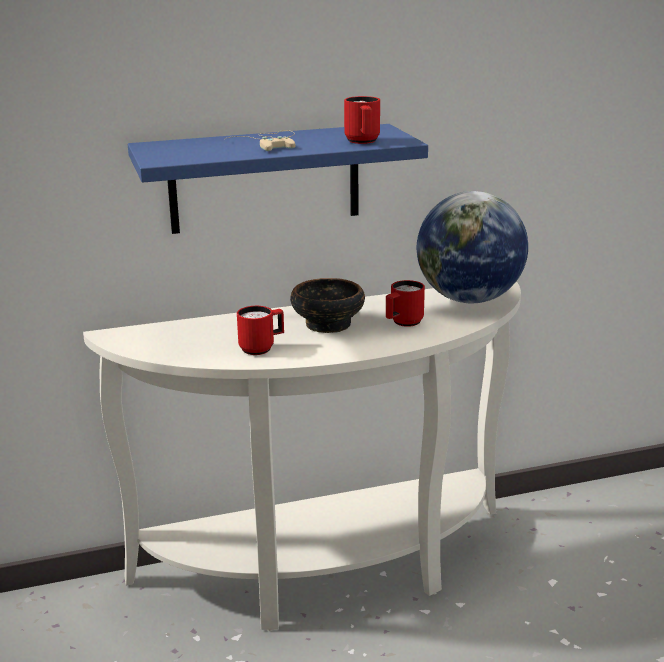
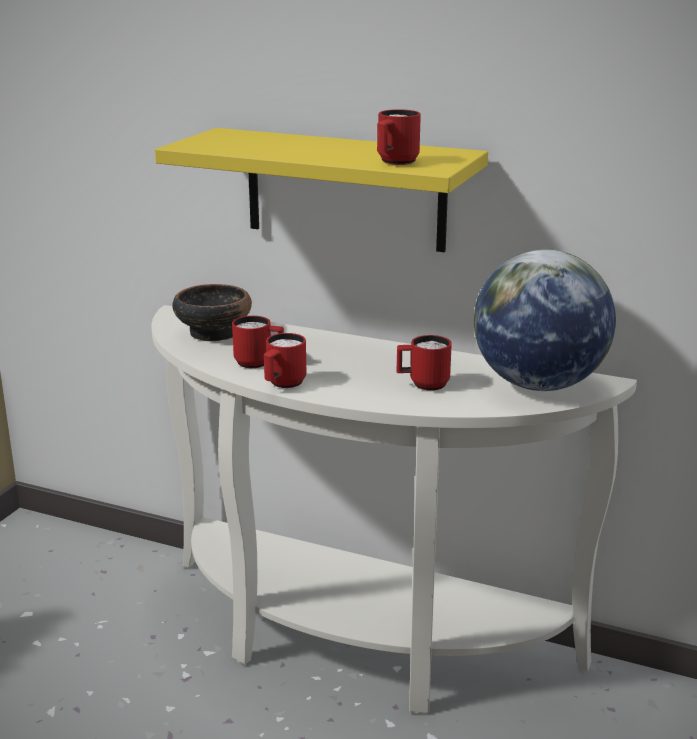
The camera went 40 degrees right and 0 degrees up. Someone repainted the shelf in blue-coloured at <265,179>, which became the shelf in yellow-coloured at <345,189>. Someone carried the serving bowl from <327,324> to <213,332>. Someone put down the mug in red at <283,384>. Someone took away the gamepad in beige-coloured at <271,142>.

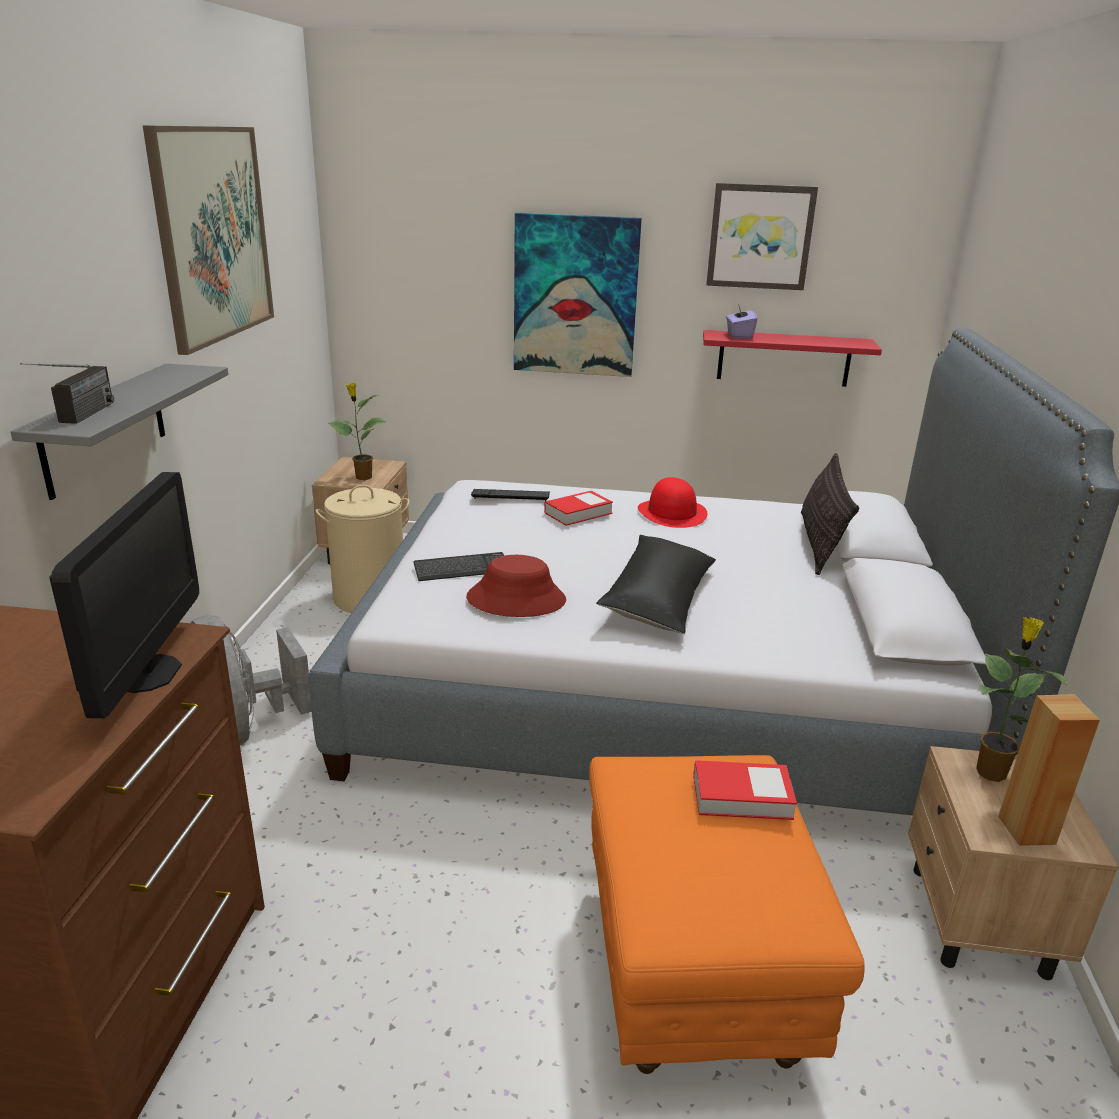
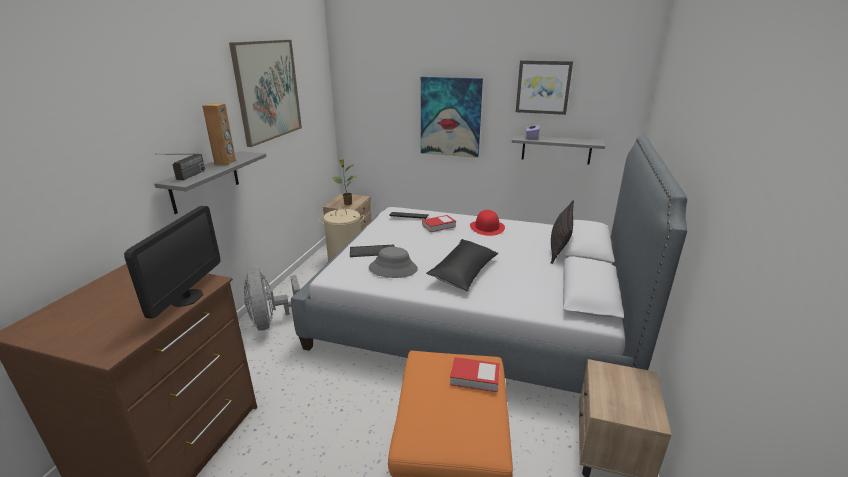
The camera went 10 degrees right and 0 degrees up. Someone carried the audio speaker in brownish from <1027,830> to <225,162>. Someone repainted the wearable hat in red at <516,599>, which became the wearable hat in greyish at <393,268>. Someone repainted the shelf in red at <784,358>, which became the shelf in greyish at <556,149>. Someone took away the houseplant at <990,771>.

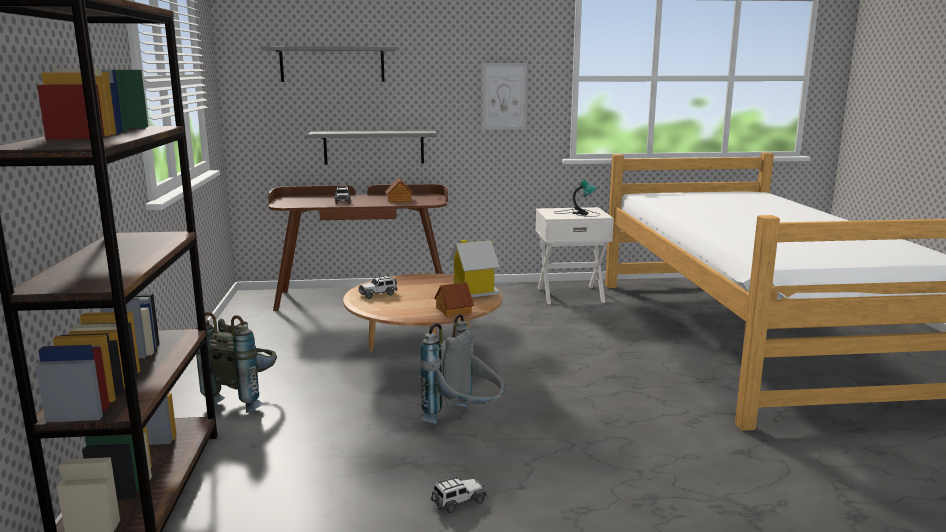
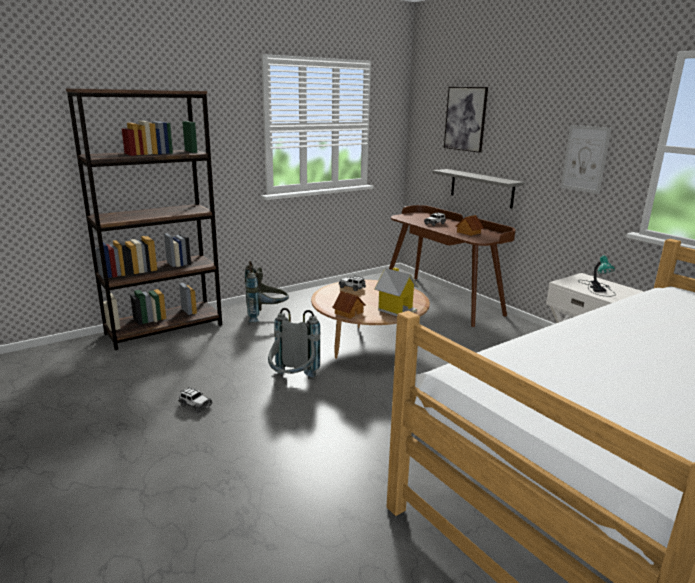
The camera went 60 degrees right and 5 degrees up. Someone swapped the shelf in greyish at <332,64> for the wall picture at <465,119>.

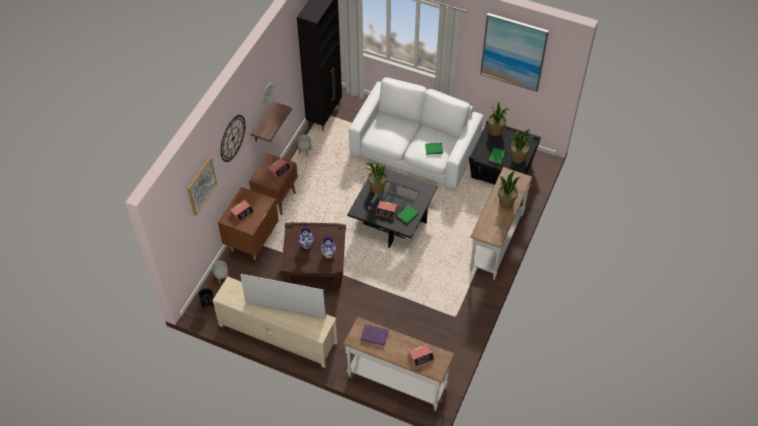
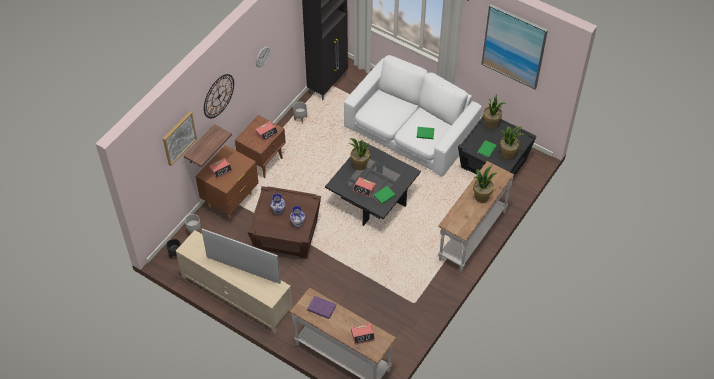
The camera went 10 degrees right and 0 degrees up. Someone carried the shelf from <262,123> to <200,145>.

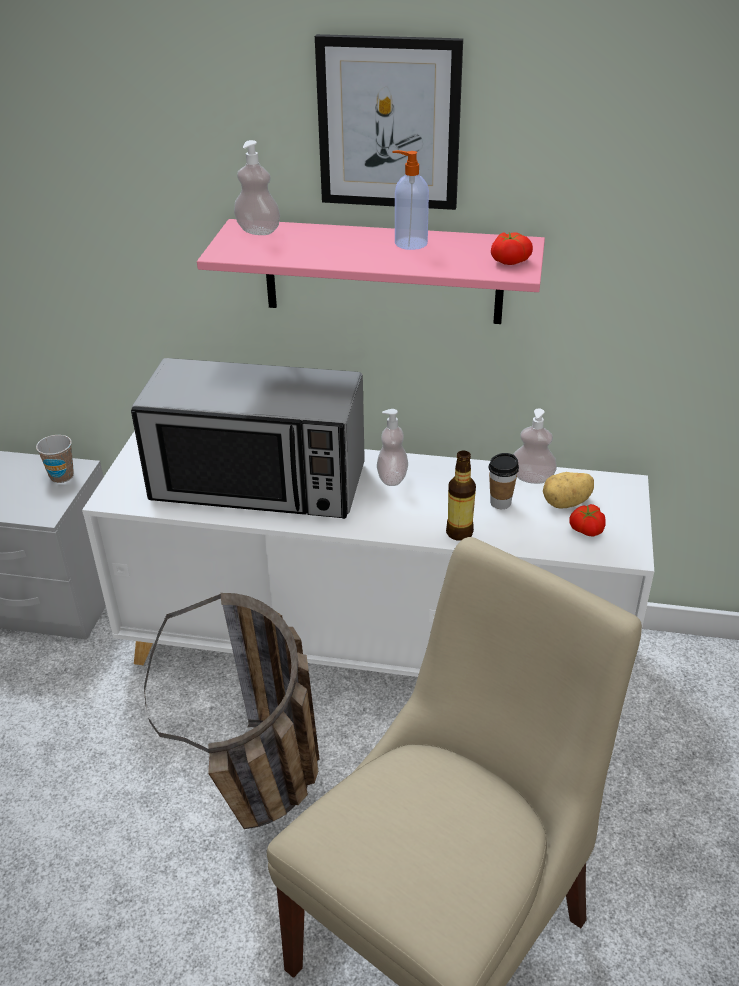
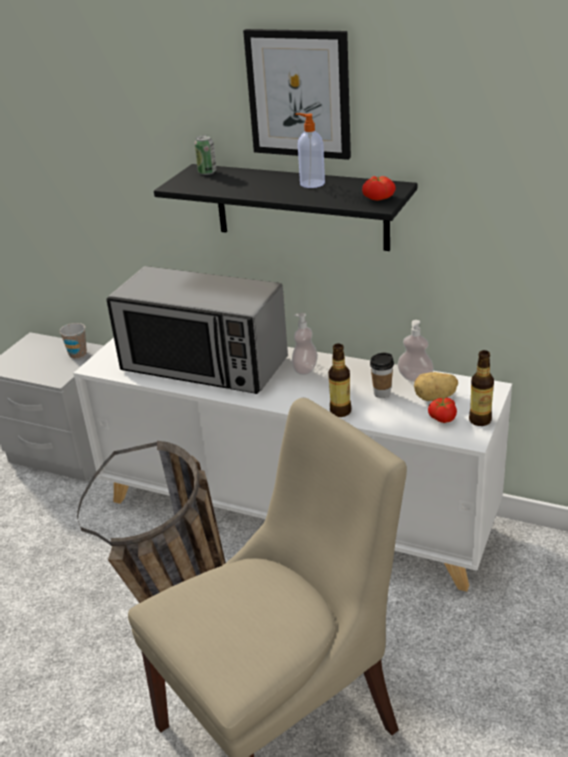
The camera went 15 degrees right and 5 degrees down. Someone repainted the shelf in pink at <383,272>, which became the shelf in blackish at <301,207>. Someone swapped the soap dispenser at <258,231> for the can at <207,172>. Someone put down the drink bottle at <480,420>.

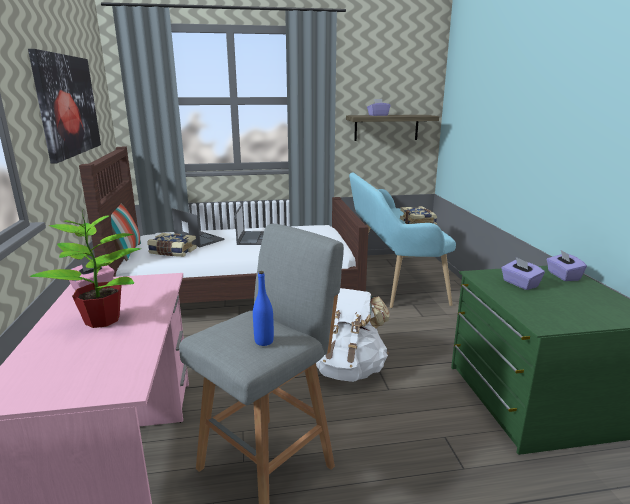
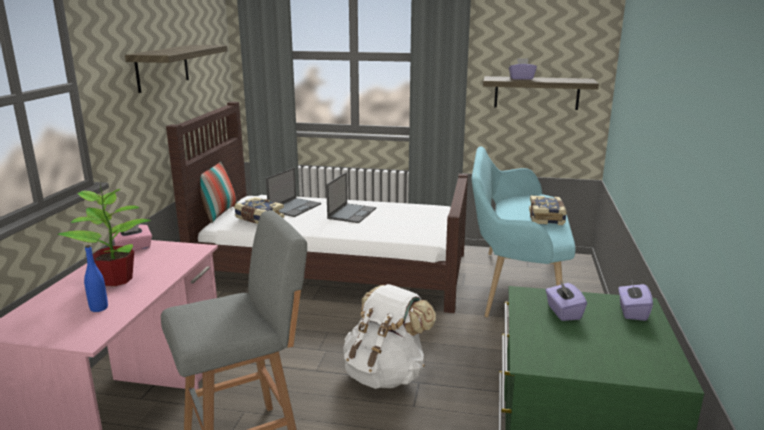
The camera went 20 degrees right and 0 degrees up. Someone carried the drink bottle in blue-coloured from <264,341> to <99,308>. Someone swapped the wall picture at <68,105> for the shelf at <162,67>. Someone rotated the notebook computer at <199,239> by 60 degrees clockwise.

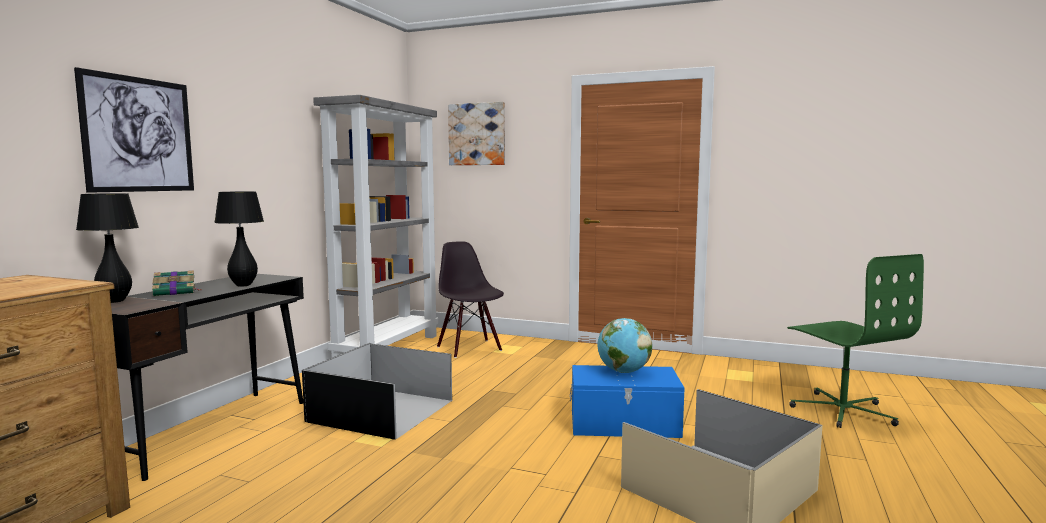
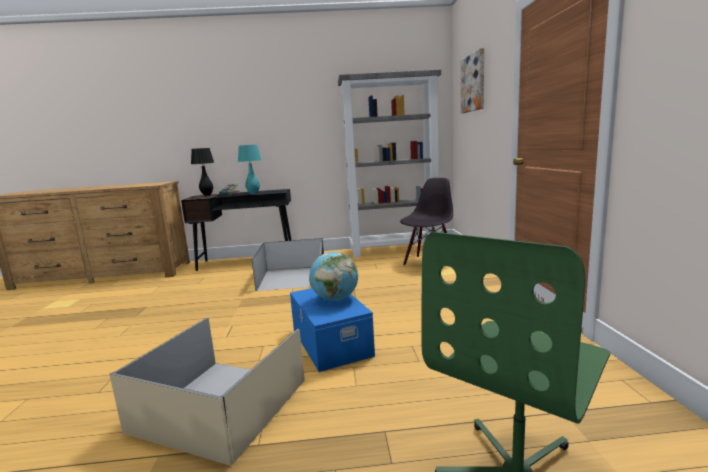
The camera went 65 degrees right and 5 degrees up. Someone repainted the lamp for a table in blackish at <243,285>, which became the lamp for a table in blue-green at <253,194>. Someone took away the wall picture at <139,134>.

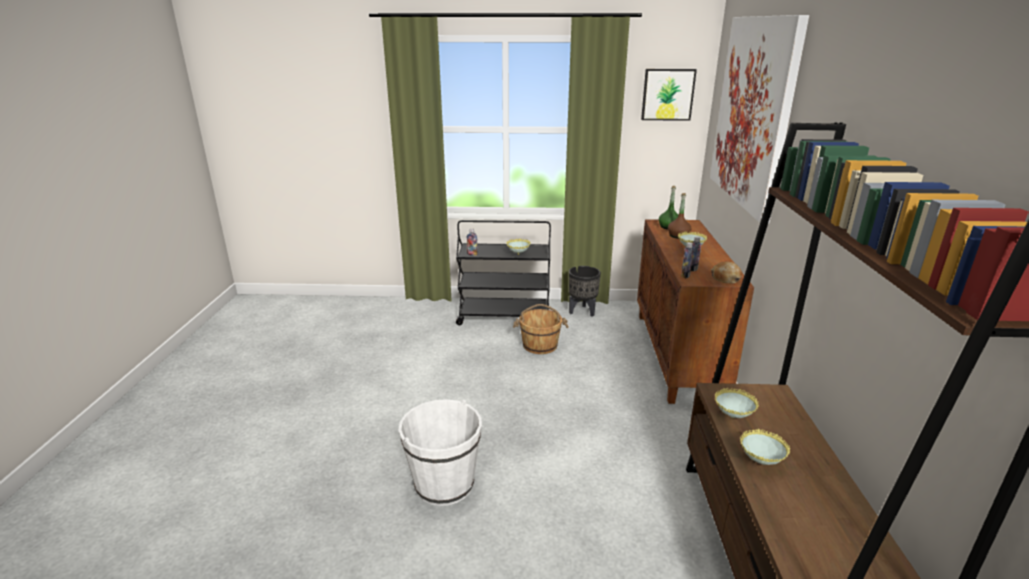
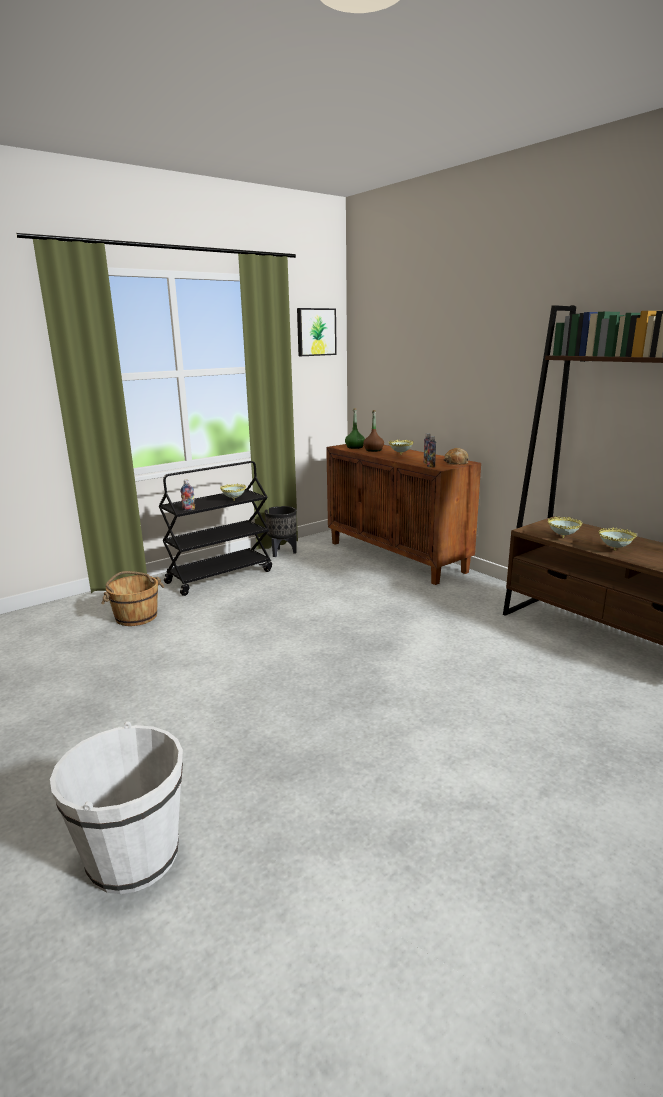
The camera went 40 degrees left and 5 degrees down. Someone carried the pail in white-coloured from <444,484> to <134,856>. Someone carried the pail in brownish from <540,345> to <136,616>. Someone took away the wall picture at <754,112>.

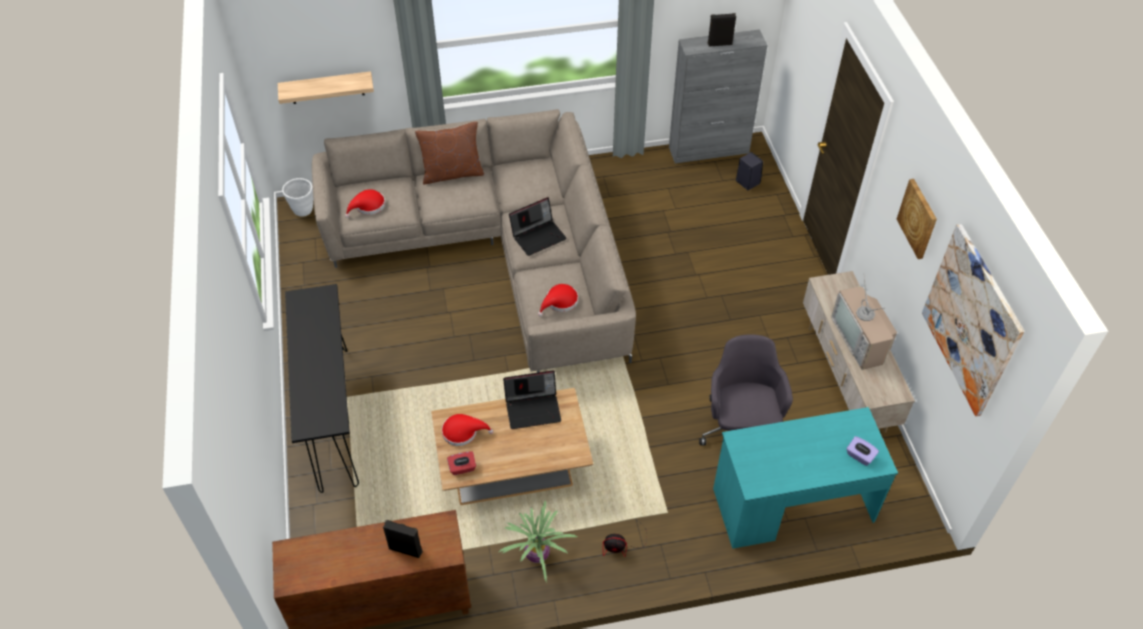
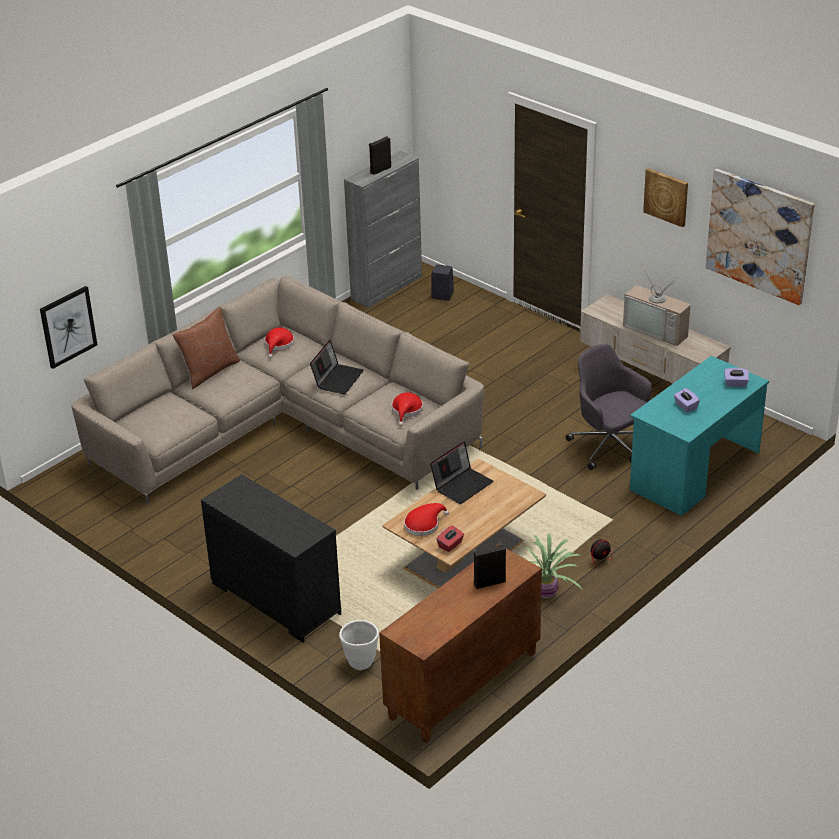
The camera went 35 degrees left and 15 degrees down. Someone swapped the shelf at <326,88> for the wall picture at <68,326>. Someone swapped the narrow table in blackish at <333,418> for the dresser in blackish at <274,599>. Someone carried the wearable hat in red from <368,206> to <278,345>. Someone carried the plant pot in white-coloured from <303,210> to <360,662>. Someone put down the tissue holder in purple-coloured at <685,406>.

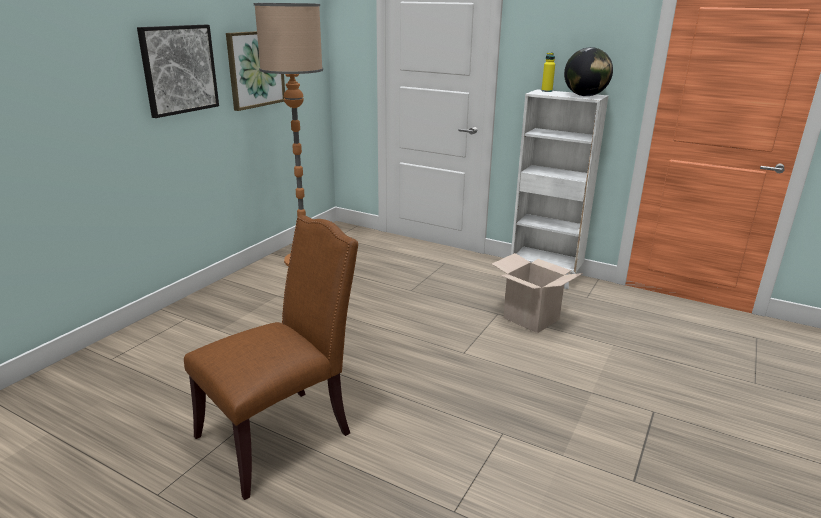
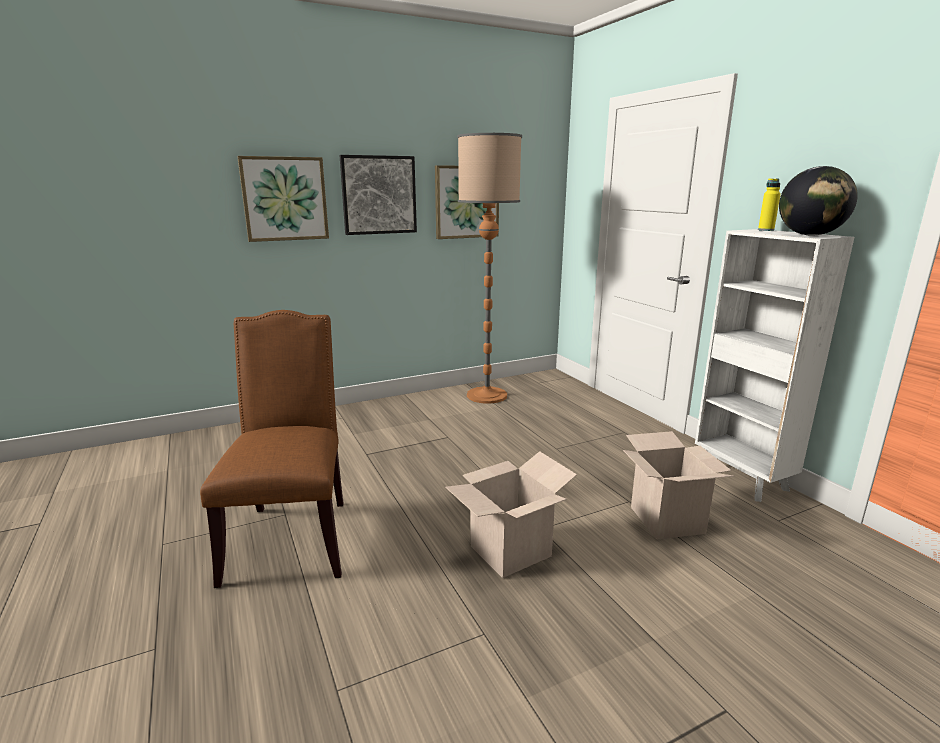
The camera went 35 degrees right and 5 degrees down. Someone rotated the plain chair in brownish at <281,434> by 90 degrees counterclockwise. Someone put up the wall picture at <284,199>. Someone put down the cardboard box at <510,551>.

